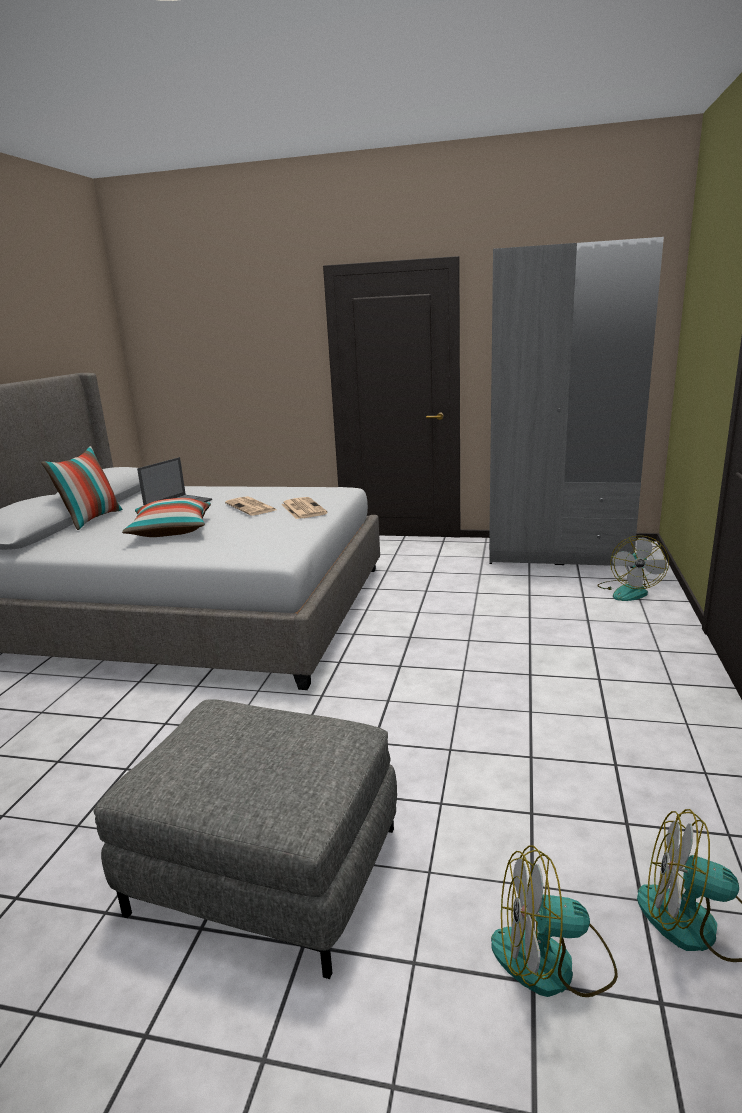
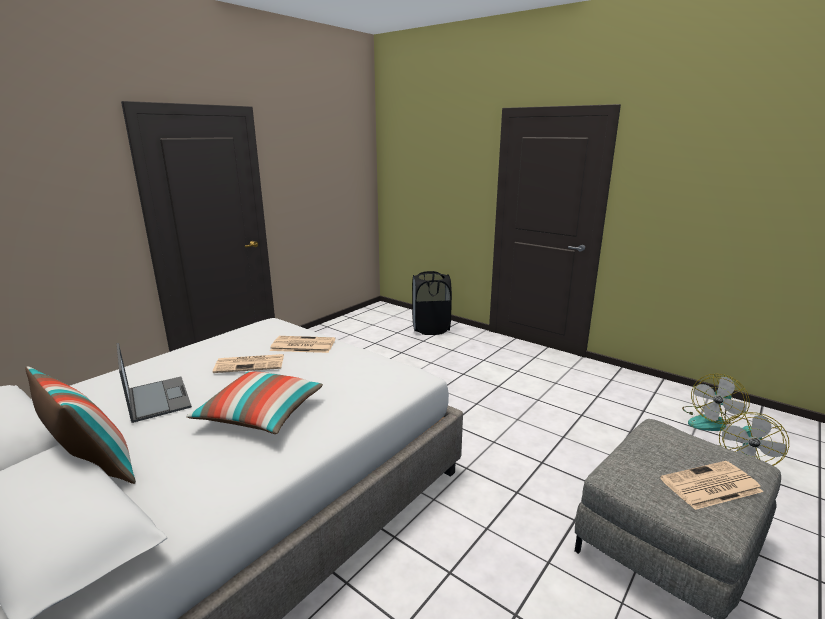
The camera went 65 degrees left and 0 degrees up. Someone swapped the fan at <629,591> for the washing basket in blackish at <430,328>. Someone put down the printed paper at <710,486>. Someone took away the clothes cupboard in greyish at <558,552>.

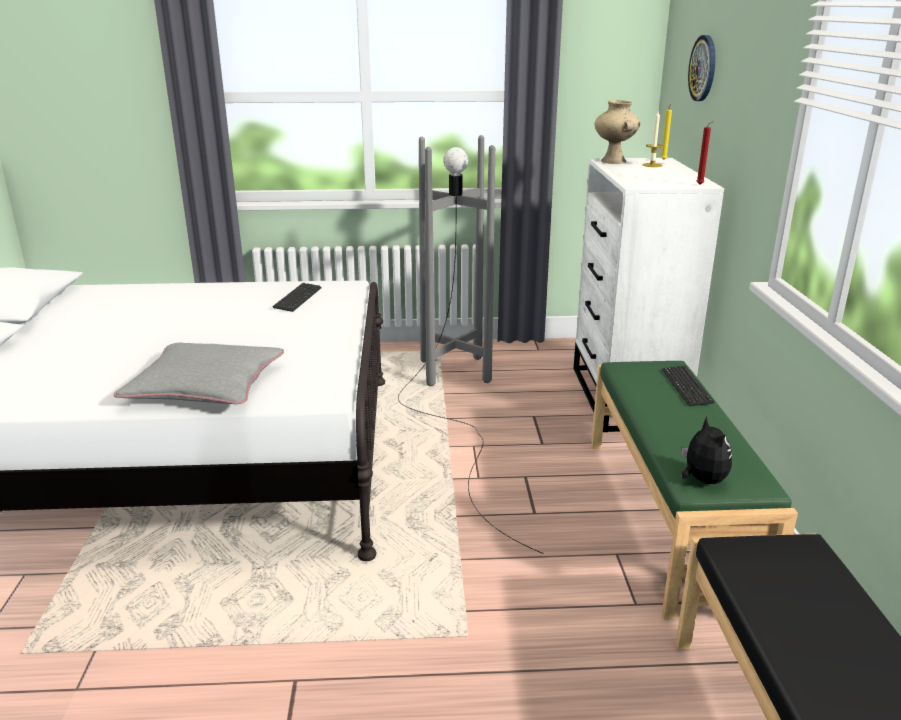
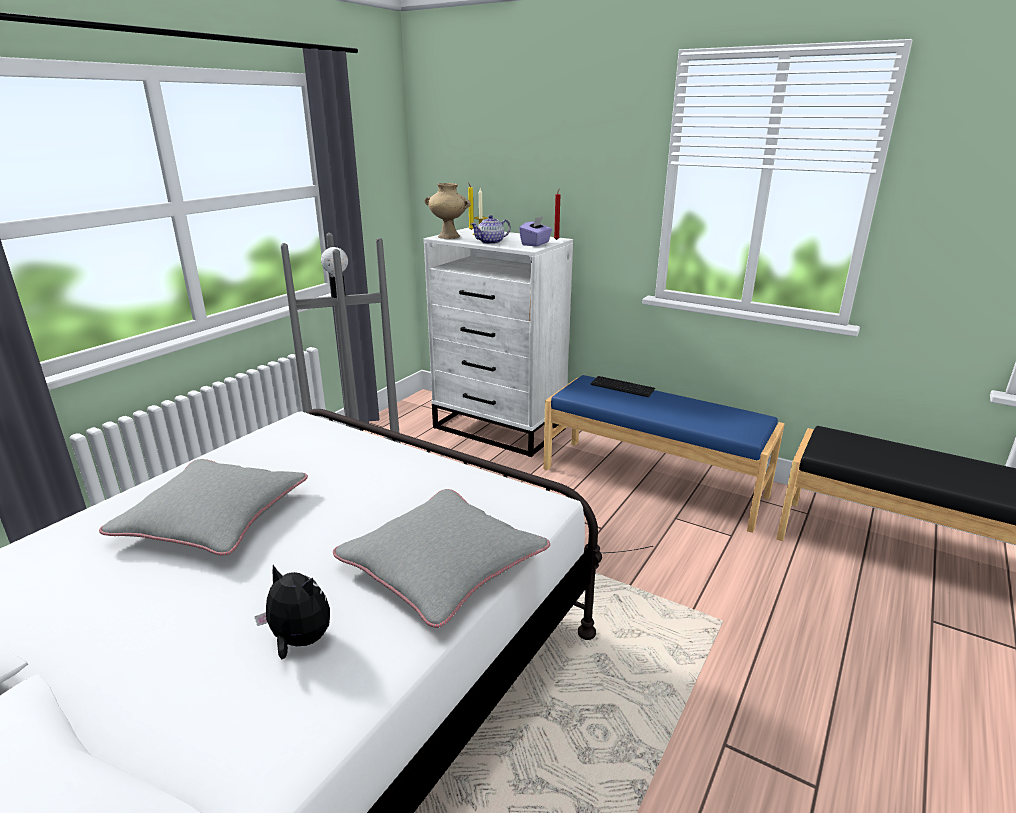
The camera went 55 degrees left and 0 degrees up. Someone put down the throw pillow in greyish at <213,516>. Someone carried the soft toy from <702,480> to <299,641>. Someone put down the tea pot at <491,242>. Someone put down the tissue holder in purple-coloured at <535,244>. Someone repainted the indoor bench in green-coloured at <670,517>, which became the indoor bench in blue-coloured at <653,481>. Someone took away the keyboard at <298,298>. Someone took away the wall clock at <703,68>.

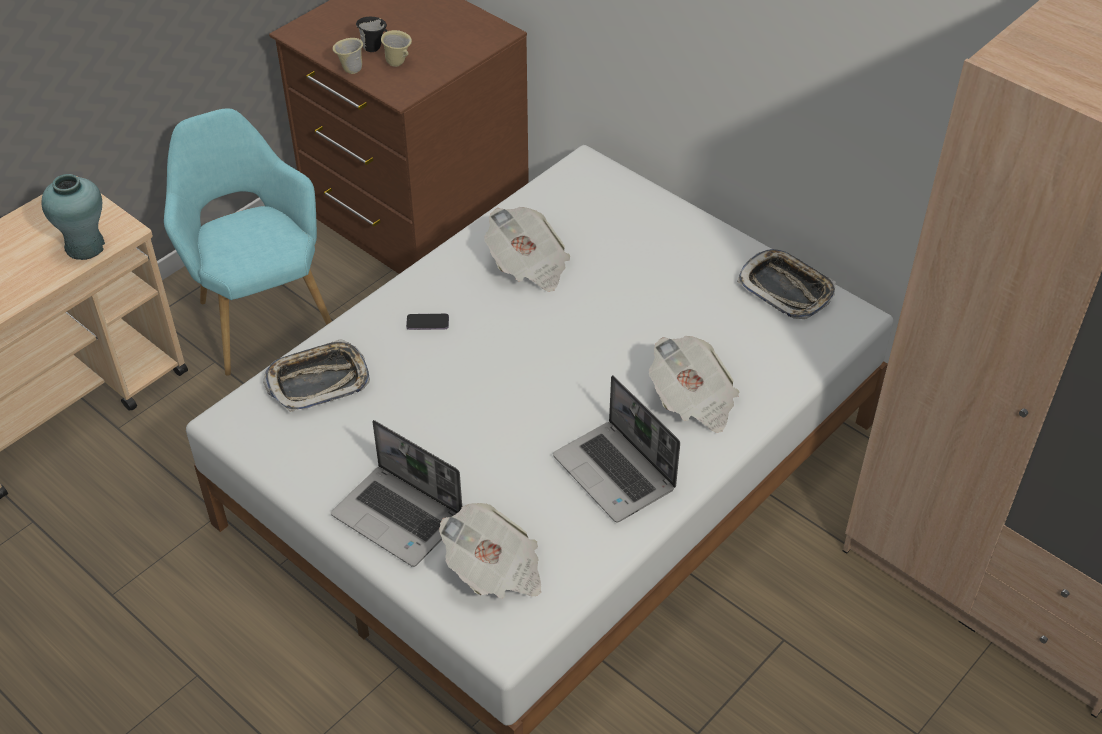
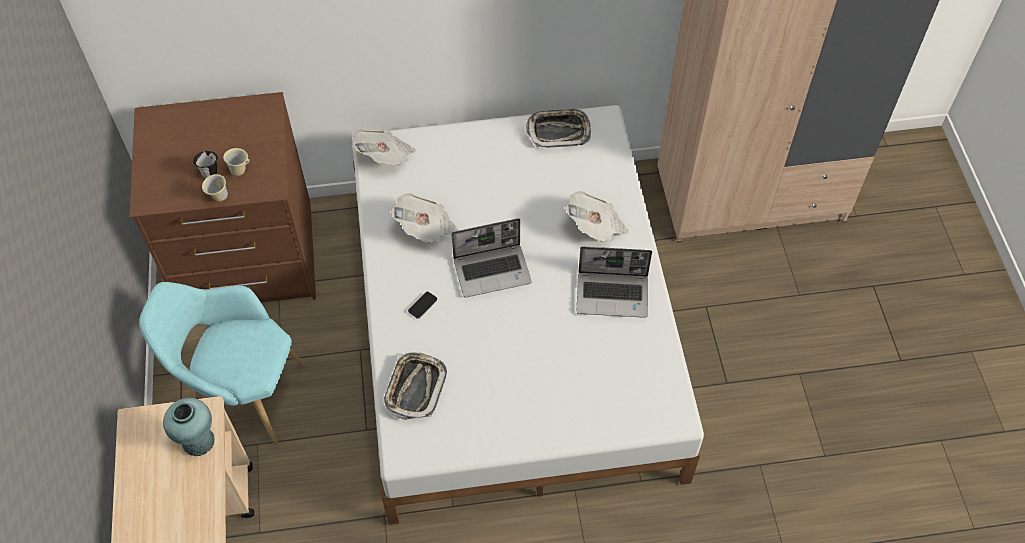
The camera went 50 degrees left and 10 degrees up. Someone carried the printed paper from <494,570> to <385,156>. Someone carried the notebook computer from <399,517> to <493,270>.

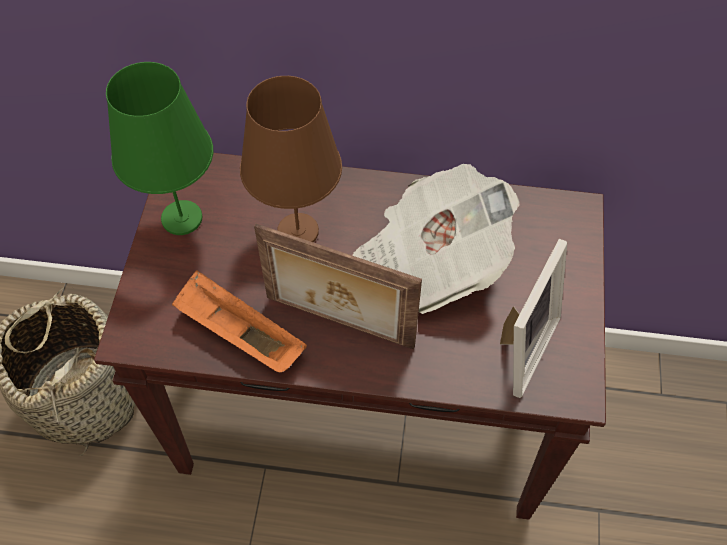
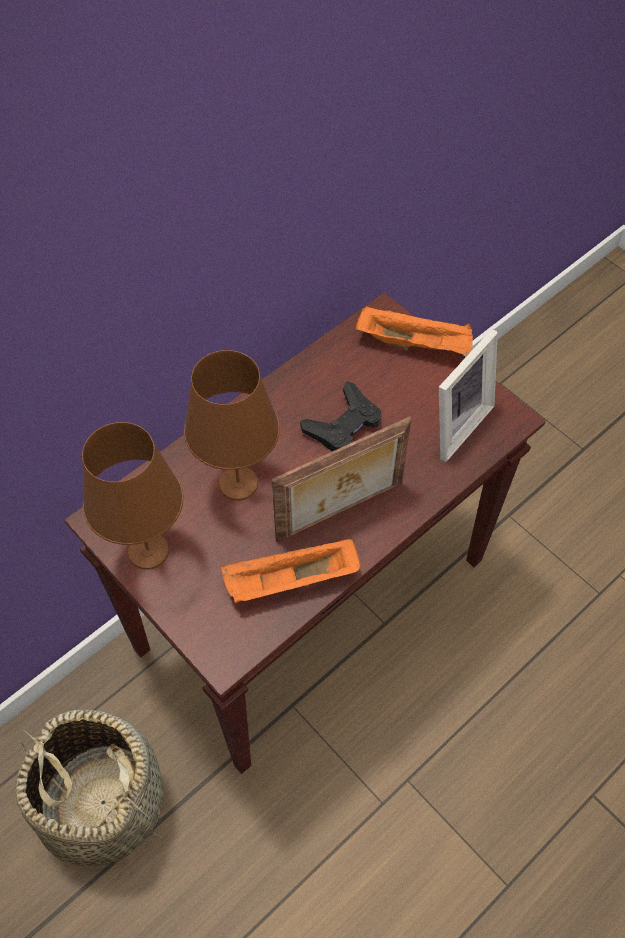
The camera went 50 degrees left and 0 degrees up. Someone repainted the lamp for a table in green-coloured at <182,217>, which became the lamp for a table in brownish at <148,550>. Someone swapped the printed paper at <429,263> for the gamepad in blackish at <343,425>. Someone put down the carrying tray in orange-coloured at <415,344>. Someone rotated the photo frame at <518,347> by 60 degrees clockwise.

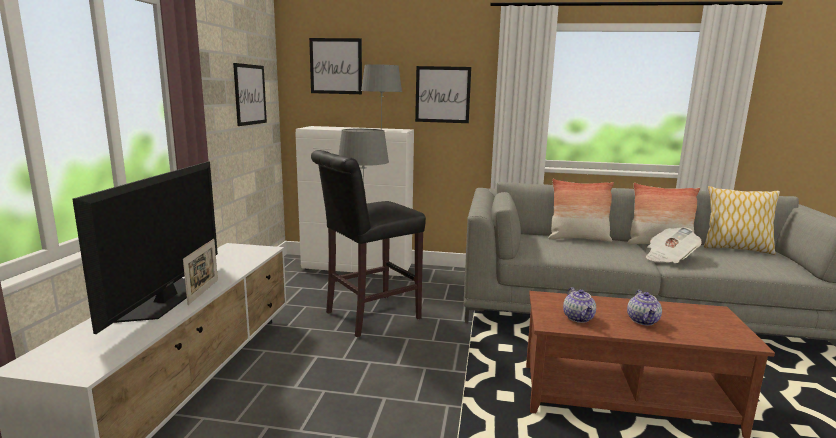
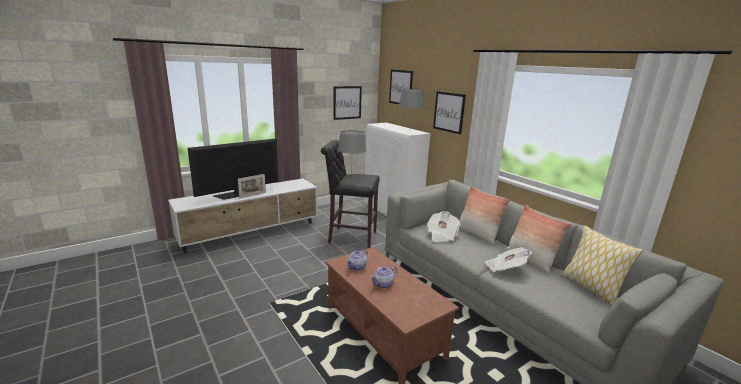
The camera went 45 degrees right and 5 degrees up. Someone put down the printed paper at <441,235>.

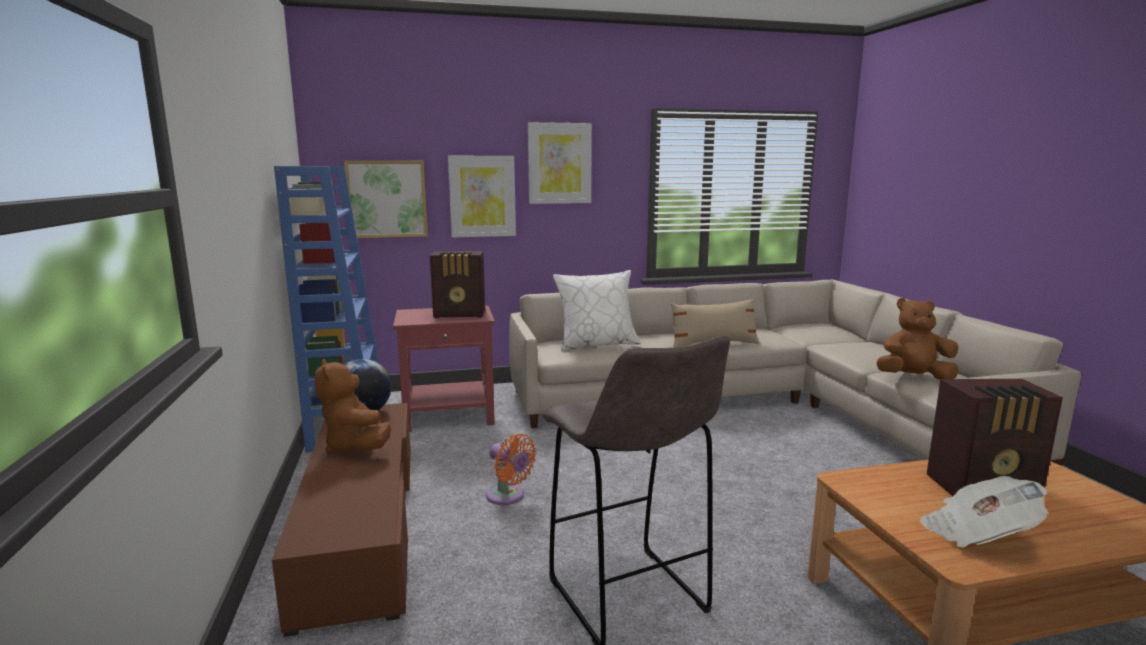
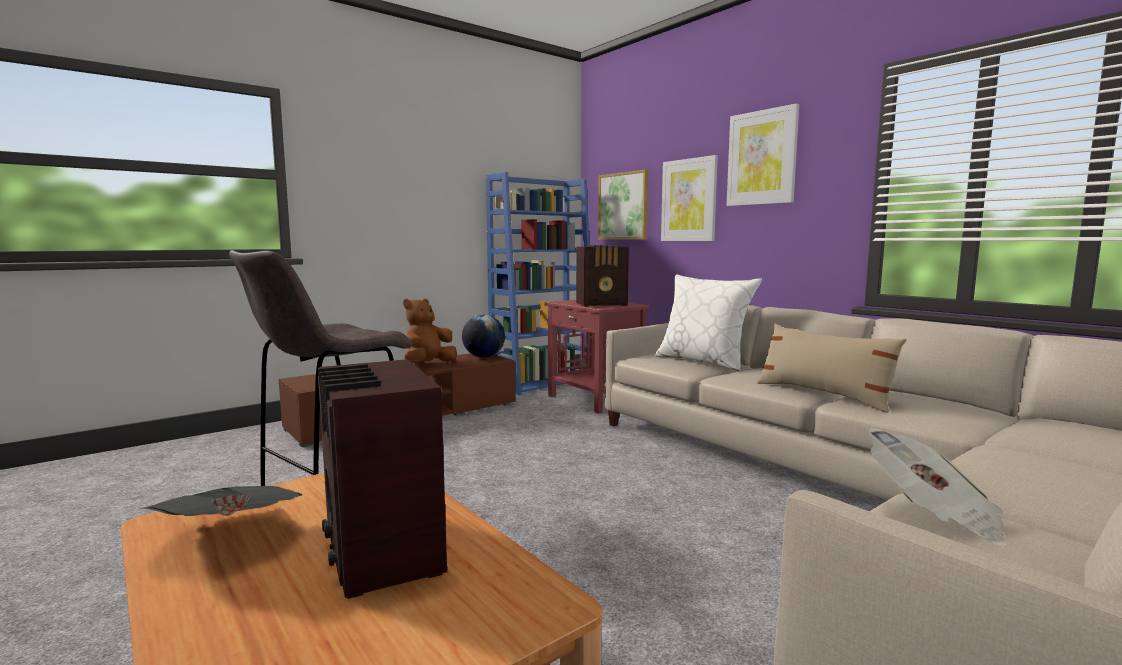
The camera went 65 degrees right and 5 degrees down. Someone rotated the radio set at <461,314> by 75 degrees counterclockwise. Someone swapped the soft toy in brownish at <913,377> for the printed paper at <933,516>. Someone took away the fan in orange-coloured at <508,497>.

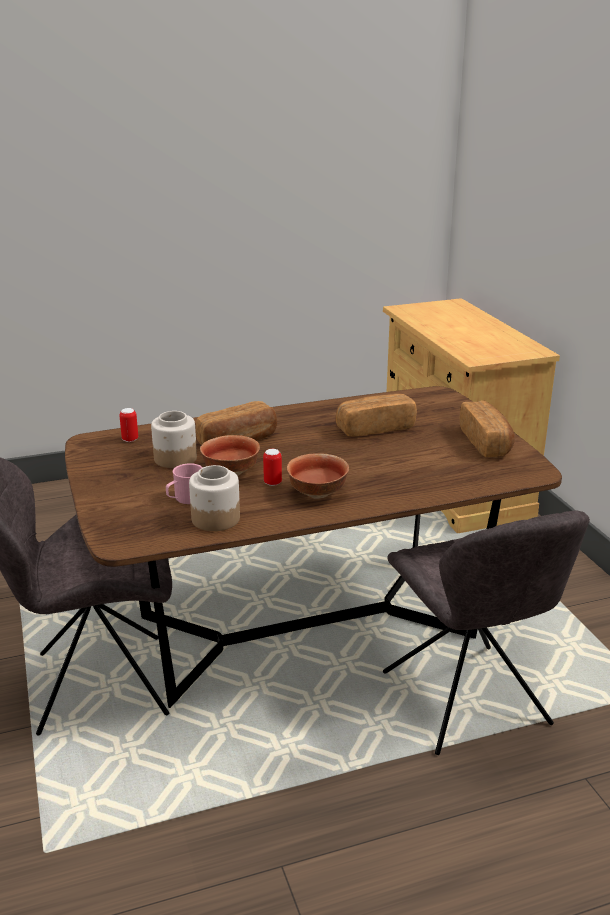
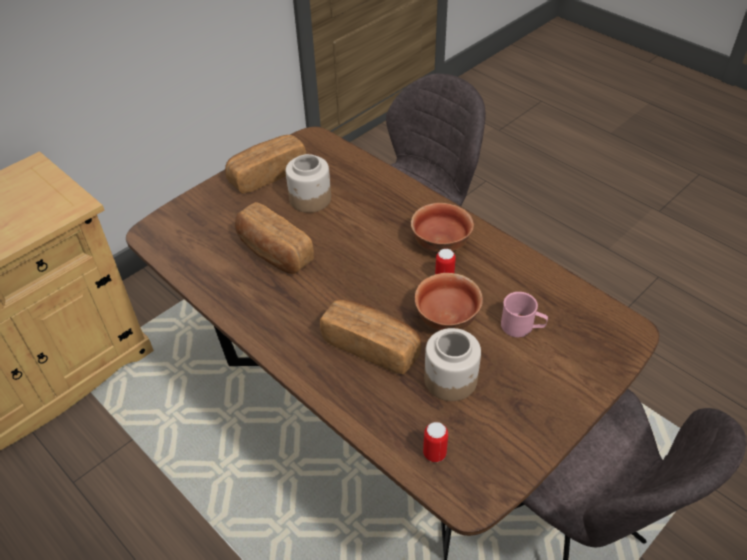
The camera went 115 degrees left and 20 degrees up. Someone carried the storage jar from <215,519> to <310,199>.

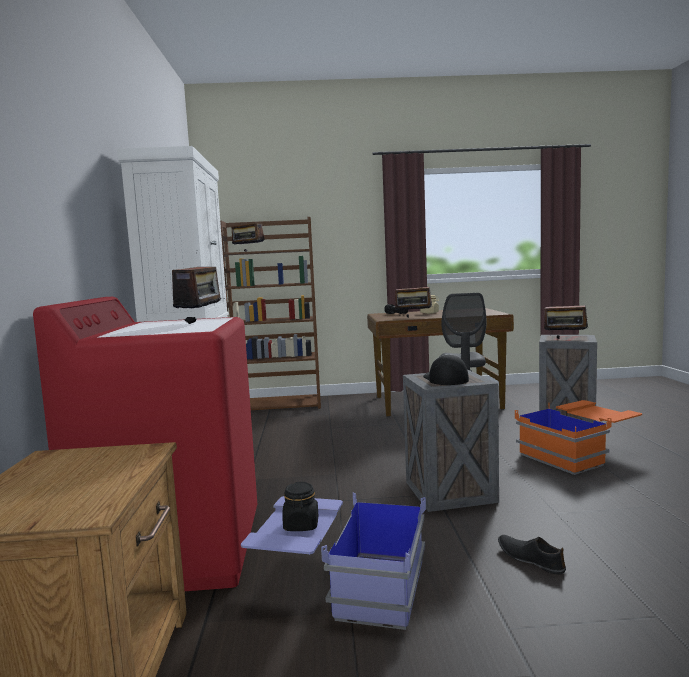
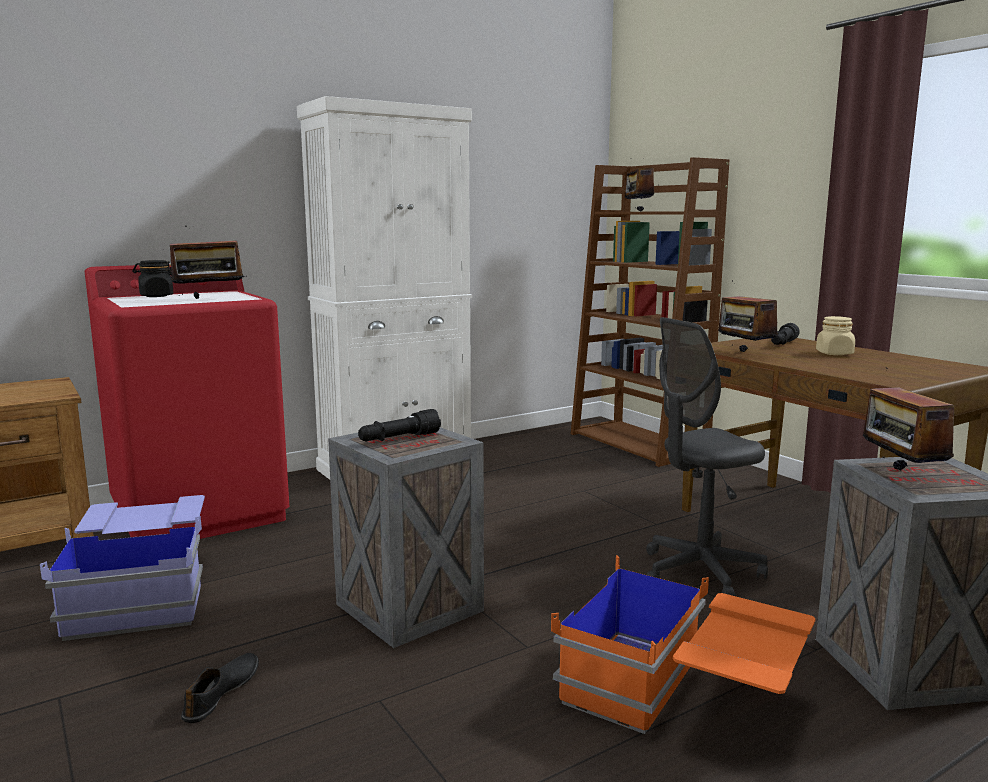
The camera went 60 degrees right and 5 degrees up. Someone carried the storage jar in blackish from <301,525> to <156,296>. Someone swapped the baseball cap at <445,379> for the flashlight in blackish at <399,439>.

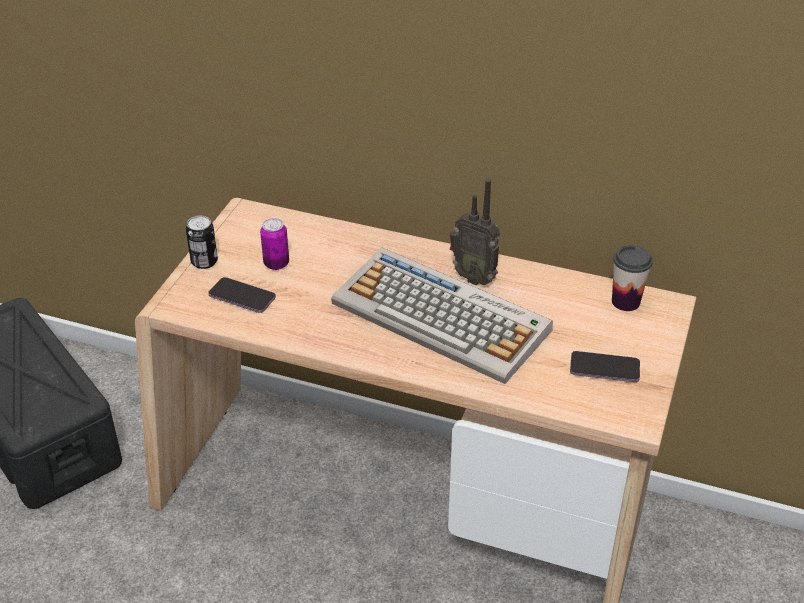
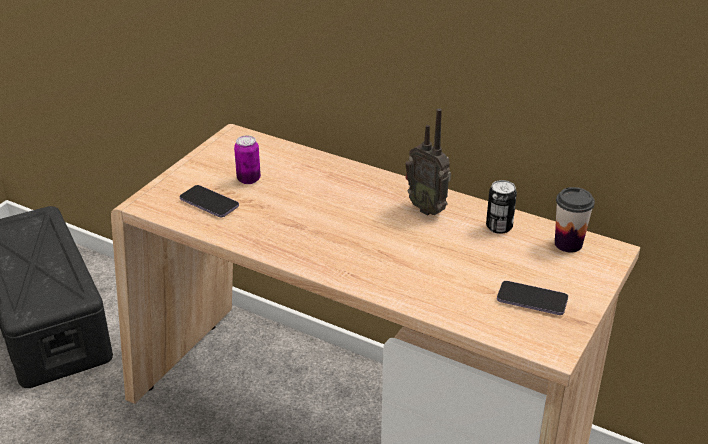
The camera went 10 degrees right and 5 degrees down. Someone carried the can from <204,261> to <499,227>. Someone took away the keyboard at <443,317>.

